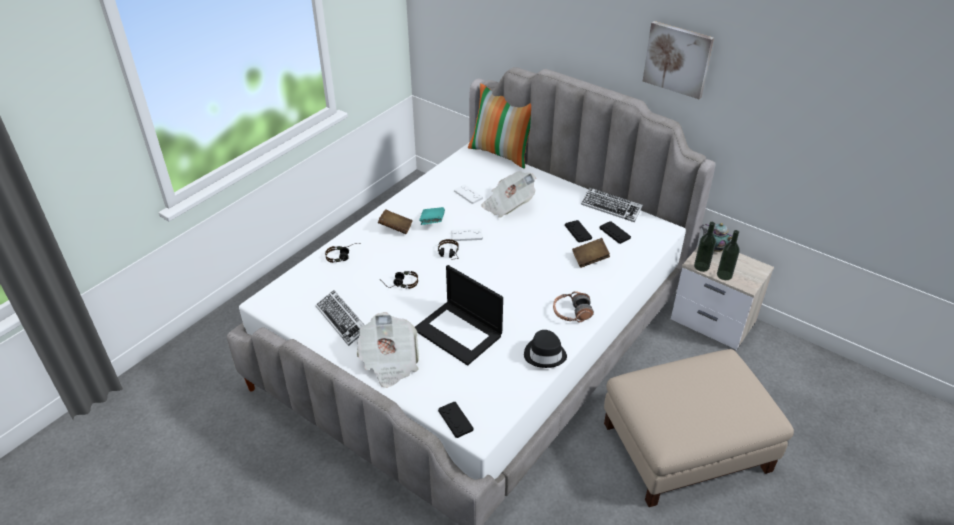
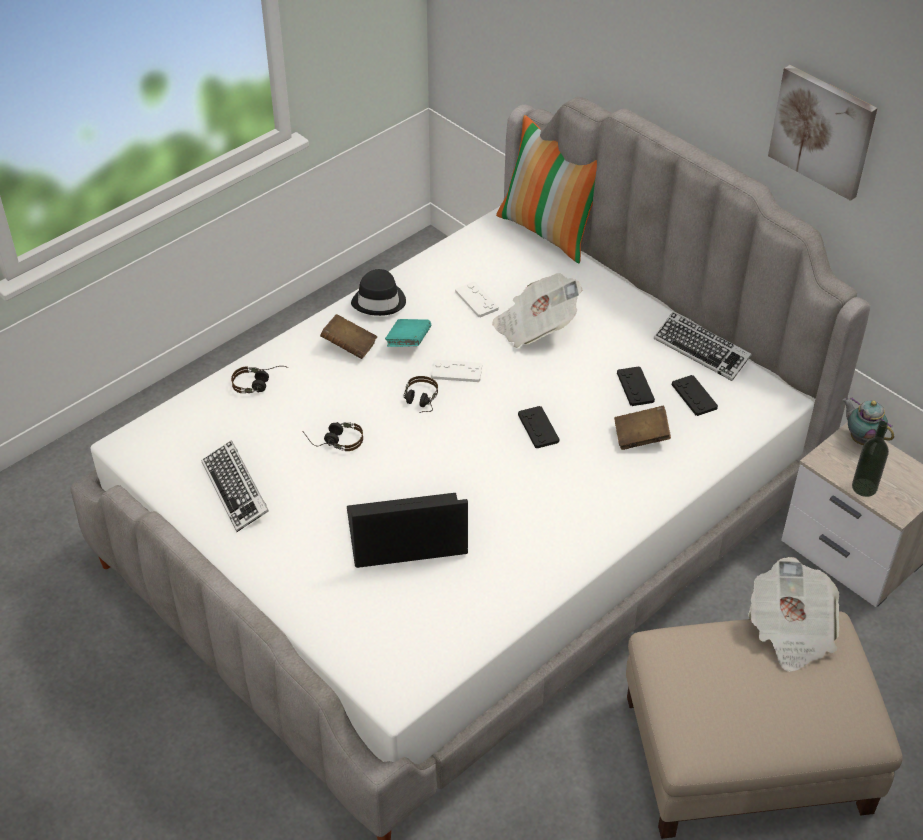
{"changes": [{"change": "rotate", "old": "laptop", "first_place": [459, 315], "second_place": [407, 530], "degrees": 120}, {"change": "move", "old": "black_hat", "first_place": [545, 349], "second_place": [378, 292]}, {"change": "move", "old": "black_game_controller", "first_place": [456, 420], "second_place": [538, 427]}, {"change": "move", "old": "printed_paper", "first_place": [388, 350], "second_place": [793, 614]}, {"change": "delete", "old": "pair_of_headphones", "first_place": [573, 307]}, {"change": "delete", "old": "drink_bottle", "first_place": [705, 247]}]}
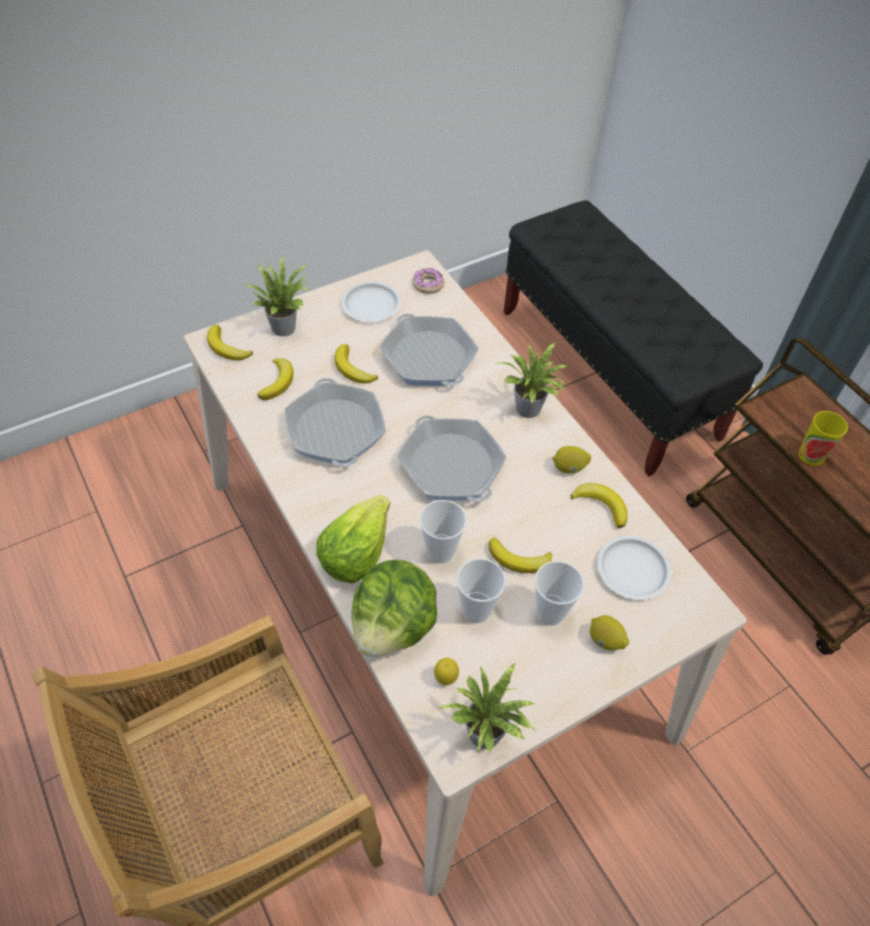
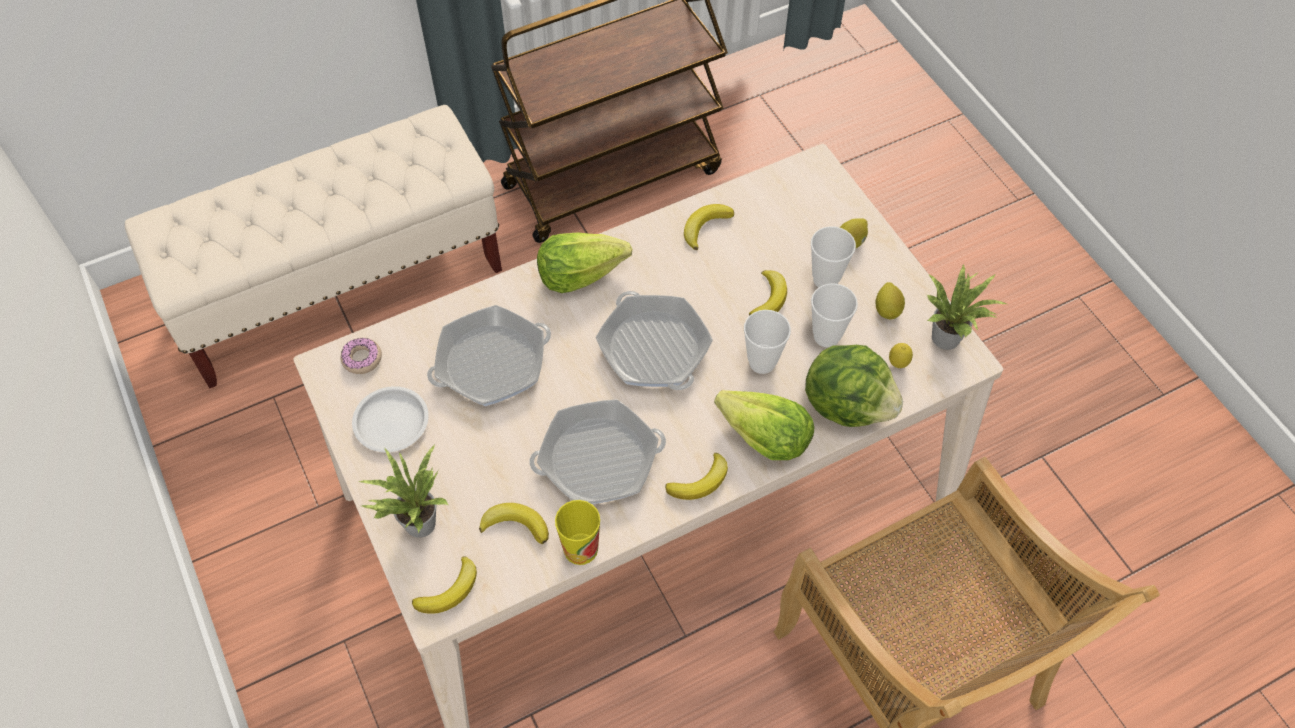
{"changes": [{"change": "recolor", "old": "black_indoor_bench", "new": "beige-coloured_indoor_bench", "first_place": [633, 338], "second_place": [313, 246]}, {"change": "replace", "old": "plant_in_a_pot", "new": "lettuce", "first_place": [533, 379], "second_place": [584, 262]}, {"change": "move", "old": "small_cup", "first_place": [823, 438], "second_place": [577, 532]}, {"change": "rotate", "old": "pan", "first_place": [451, 458], "second_place": [654, 340], "degrees": 90}, {"change": "move", "old": "banana_fruit", "first_place": [356, 364], "second_place": [696, 476]}, {"change": "move", "old": "whole_lemon", "first_place": [571, 460], "second_place": [890, 300]}, {"change": "delete", "old": "whitish_plate", "first_place": [634, 568]}]}
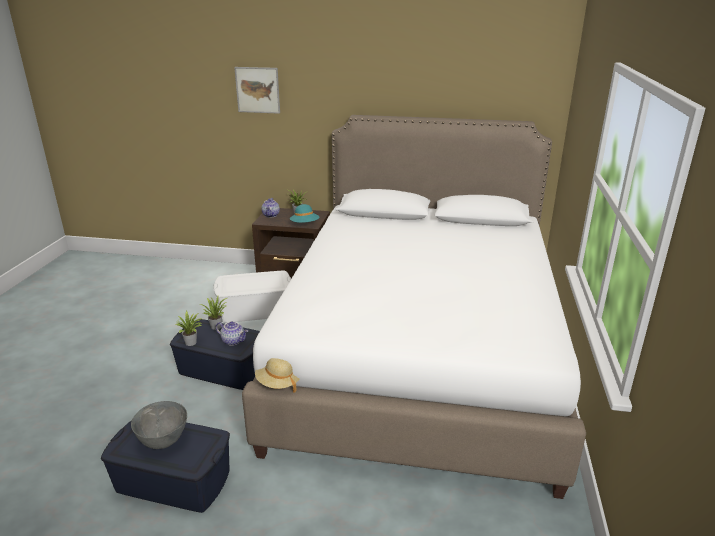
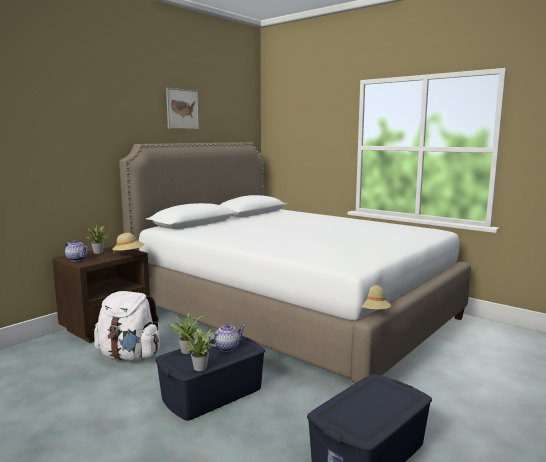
{"changes": [{"change": "replace", "old": "whitish_storage_bin", "new": "whitish_backpack", "first_place": [252, 296], "second_place": [127, 326]}, {"change": "recolor", "old": "turquoise_hat", "new": "beige-coloured_hat", "first_place": [305, 213], "second_place": [128, 243]}, {"change": "move", "old": "picture", "first_place": [257, 90], "second_place": [182, 108]}, {"change": "delete", "old": "gray_bowl", "first_place": [159, 425]}]}
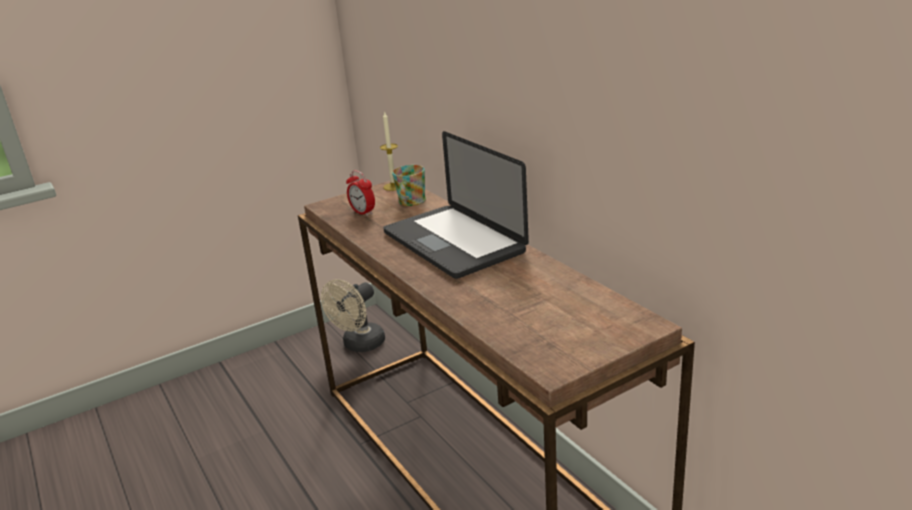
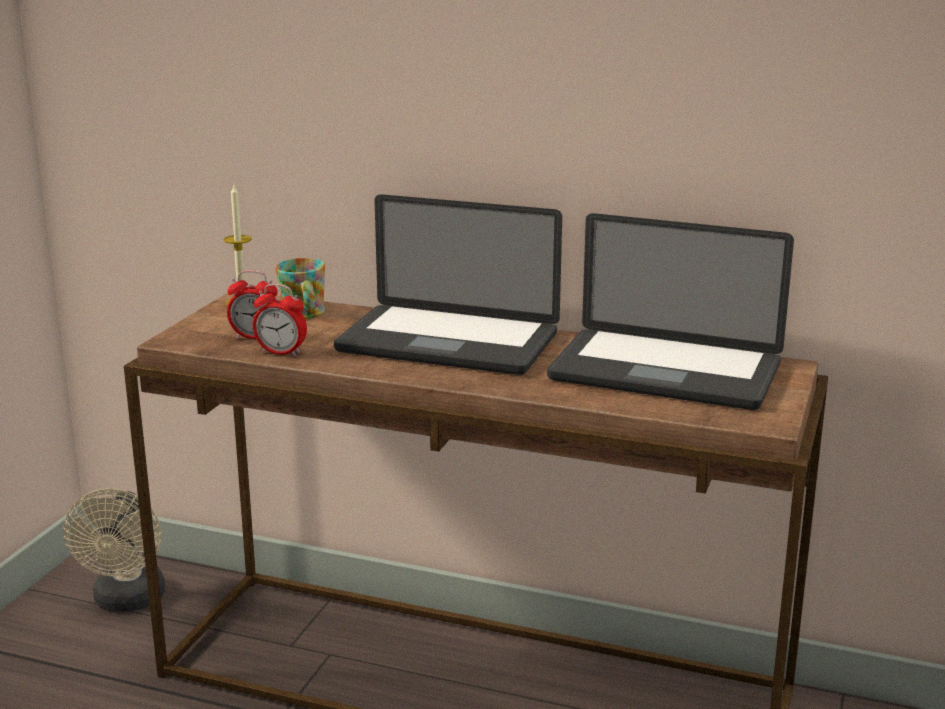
{"changes": [{"change": "insert", "new": "table_clock", "second_place": [280, 320]}, {"change": "insert", "new": "laptop", "second_place": [670, 311]}]}
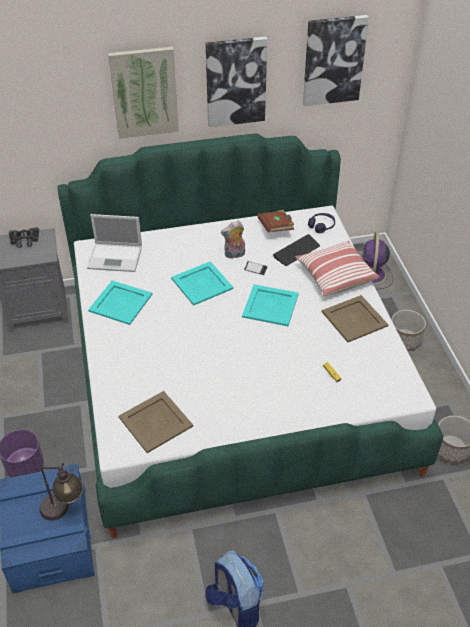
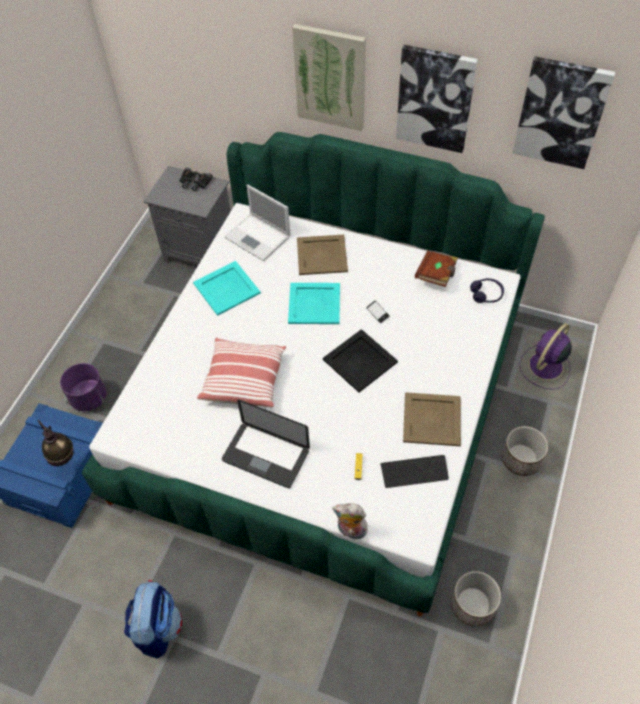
{"changes": [{"change": "move", "old": "throw_pillow", "first_place": [338, 268], "second_place": [241, 372]}, {"change": "insert", "new": "laptop", "second_place": [266, 443]}, {"change": "move", "old": "beige-coloured_tray", "first_place": [156, 422], "second_place": [322, 254]}, {"change": "recolor", "old": "turquoise_tray", "new": "black_tray", "first_place": [270, 305], "second_place": [360, 360]}, {"change": "move", "old": "plush_toy", "first_place": [233, 239], "second_place": [350, 521]}, {"change": "move", "old": "computer_keyboard", "first_place": [296, 250], "second_place": [415, 471]}]}
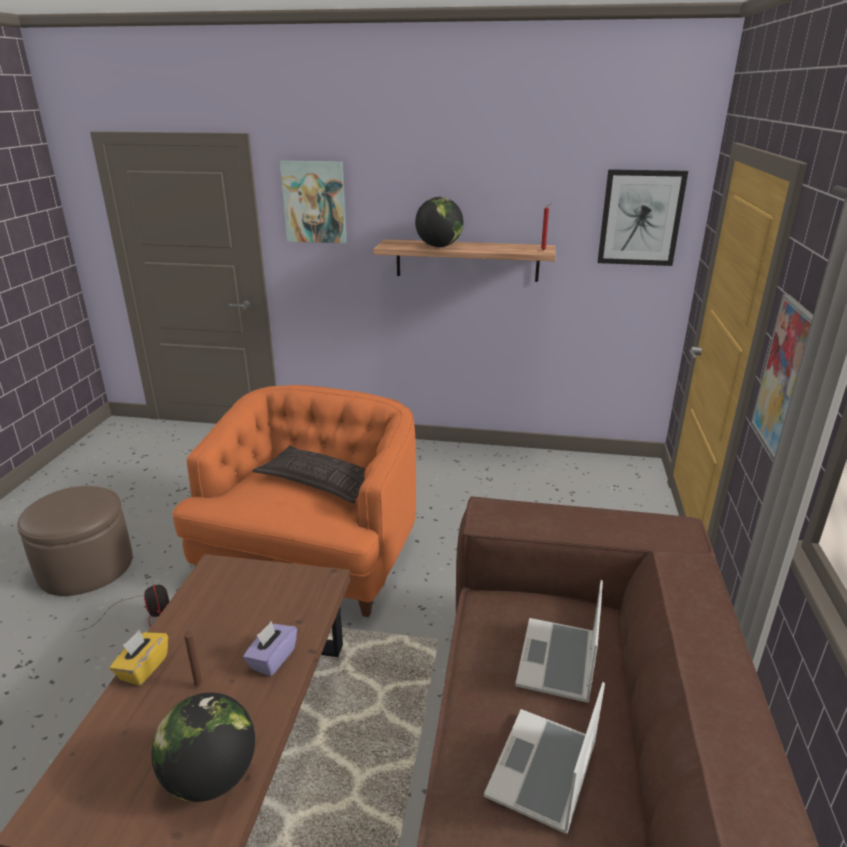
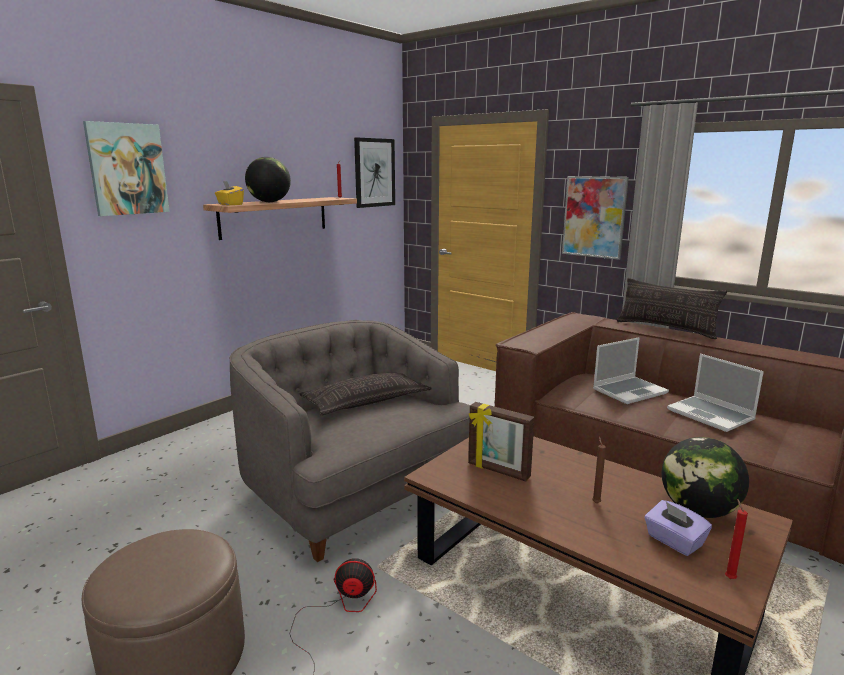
{"changes": [{"change": "move", "old": "yellowish_tissue_holder", "first_place": [139, 657], "second_place": [229, 193]}, {"change": "recolor", "old": "orange_easy_chair", "new": "gray_easy_chair", "first_place": [294, 501], "second_place": [350, 441]}, {"change": "insert", "new": "standing_frame", "second_place": [501, 442]}, {"change": "rotate", "old": "laptop", "first_place": [559, 641], "second_place": [631, 370], "degrees": -75}, {"change": "insert", "new": "throw_pillow", "second_place": [672, 308]}, {"change": "move", "old": "purplish_tissue_holder", "first_place": [270, 648], "second_place": [678, 528]}, {"change": "insert", "new": "red-coloured_wax_candle", "second_place": [736, 539]}]}
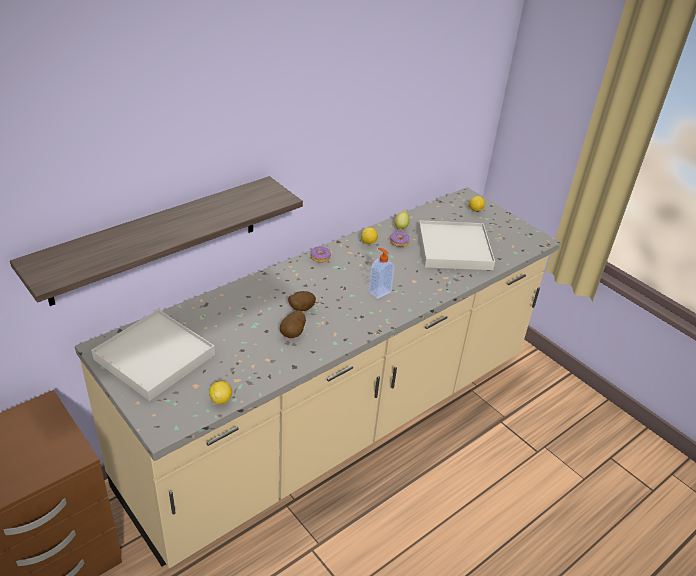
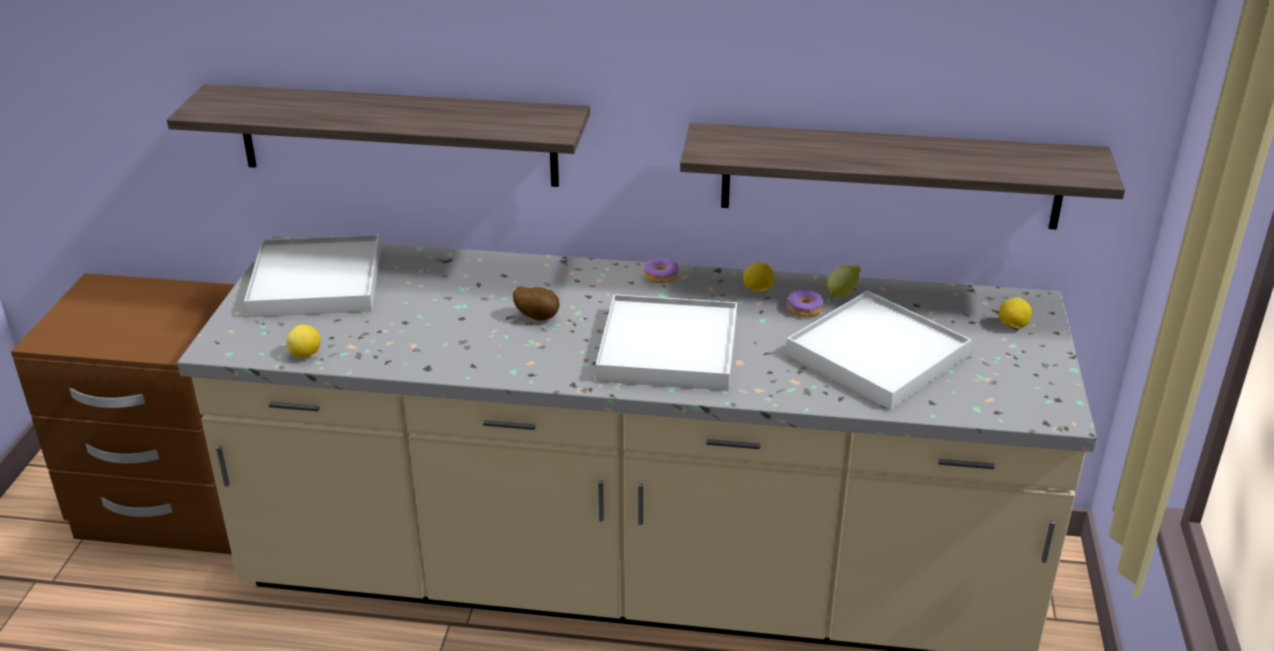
{"changes": [{"change": "replace", "old": "soap_bottle", "new": "whitish_tray", "first_place": [381, 273], "second_place": [666, 342]}, {"change": "insert", "new": "wall_shelf", "second_place": [902, 176]}, {"change": "delete", "old": "whole_potato", "first_place": [293, 324]}]}
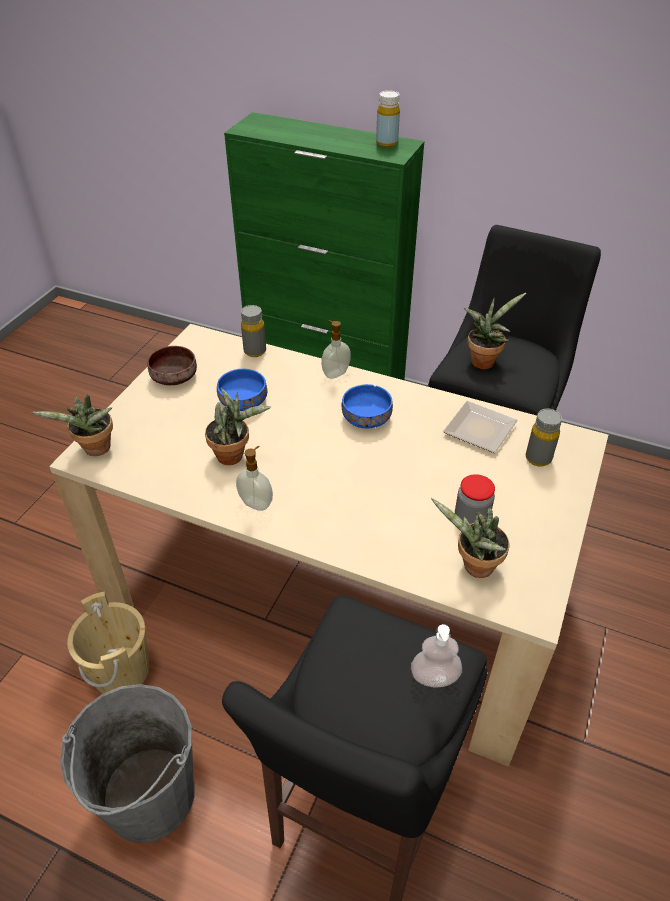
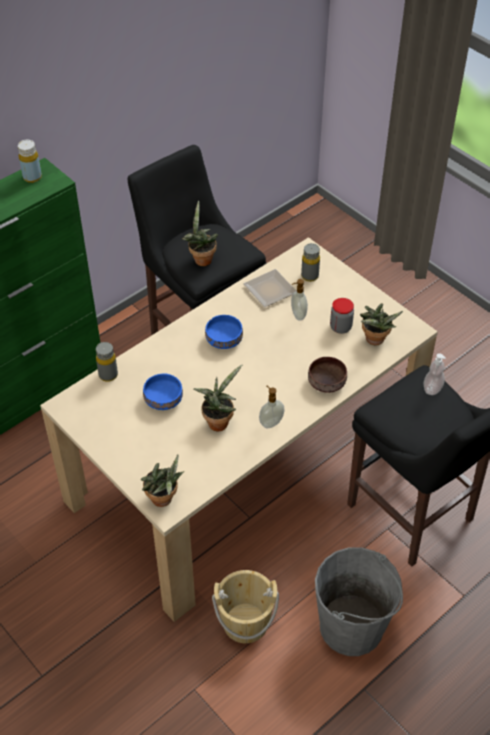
{"changes": [{"change": "move", "old": "soap_bottle", "first_place": [336, 349], "second_place": [299, 299]}, {"change": "move", "old": "brownish_bowl", "first_place": [172, 365], "second_place": [327, 375]}]}
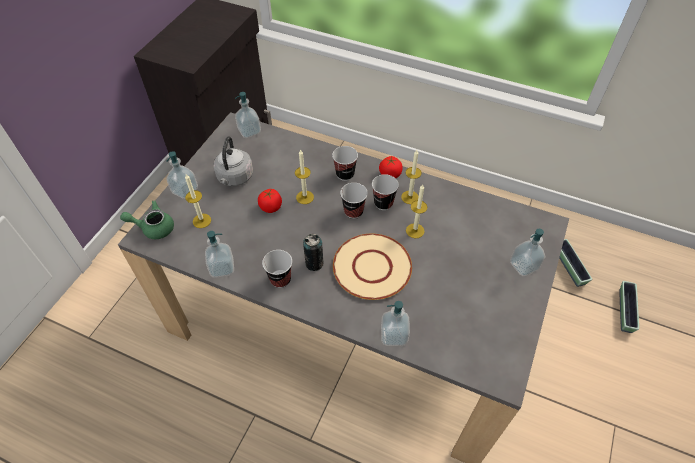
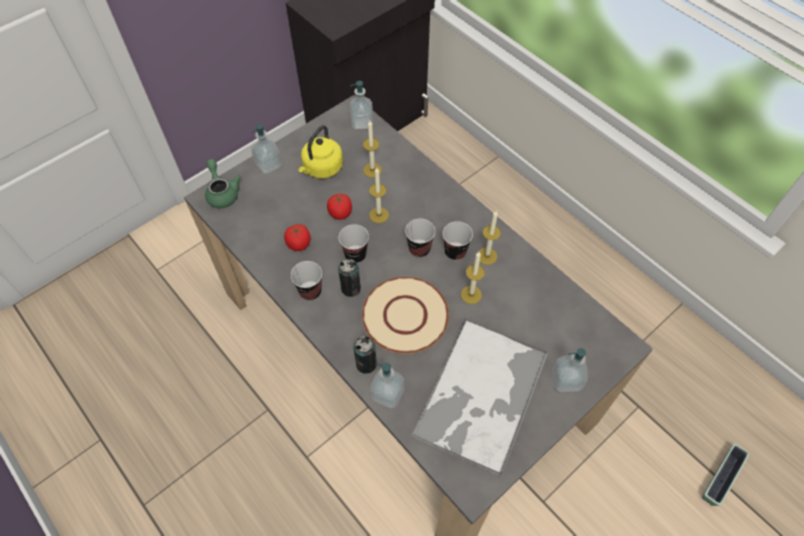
{"changes": [{"change": "rotate", "old": "green_teapot", "first_place": [147, 219], "second_place": [223, 183], "degrees": 45}, {"change": "move", "old": "tomato", "first_place": [391, 167], "second_place": [297, 237]}, {"change": "recolor", "old": "gray_kettle", "new": "yellowish_kettle", "first_place": [233, 161], "second_place": [320, 152]}, {"change": "move", "old": "small_cup", "first_place": [345, 163], "second_place": [353, 243]}, {"change": "insert", "new": "metal_can", "second_place": [365, 355]}, {"change": "move", "old": "wax_candle", "first_place": [198, 201], "second_place": [372, 149]}, {"change": "insert", "new": "tray", "second_place": [480, 398]}, {"change": "delete", "old": "soap_bottle", "first_place": [219, 254]}, {"change": "delete", "old": "flower_pot", "first_place": [575, 263]}]}
